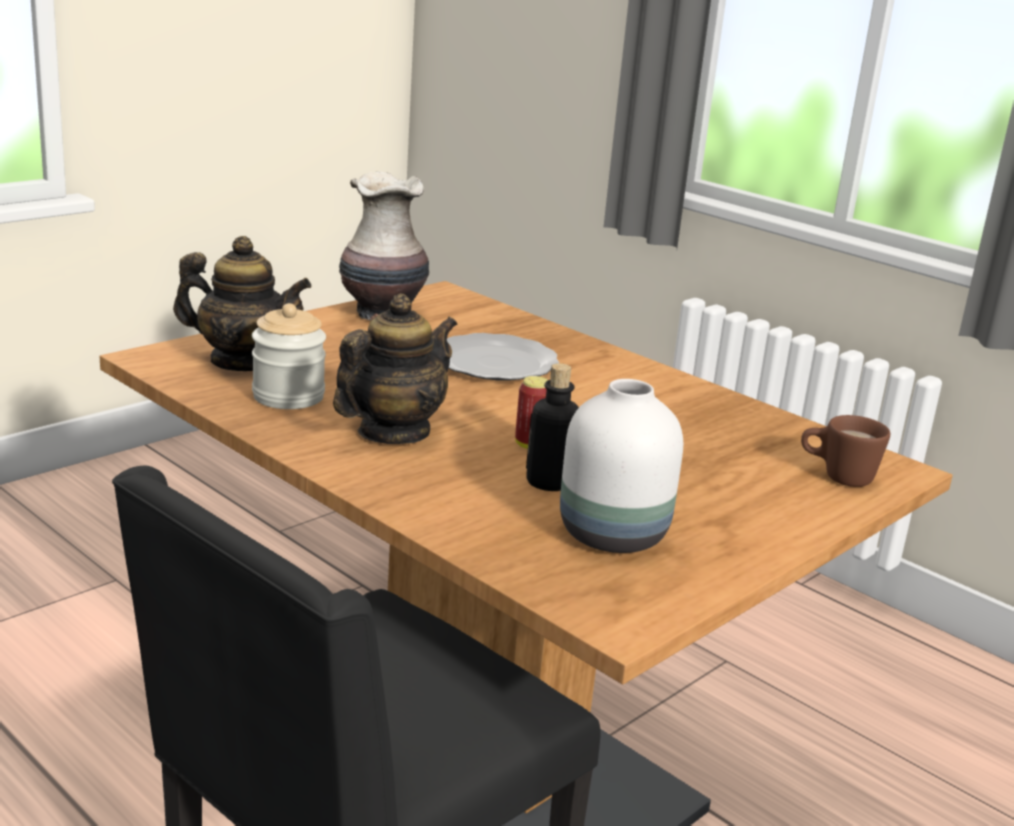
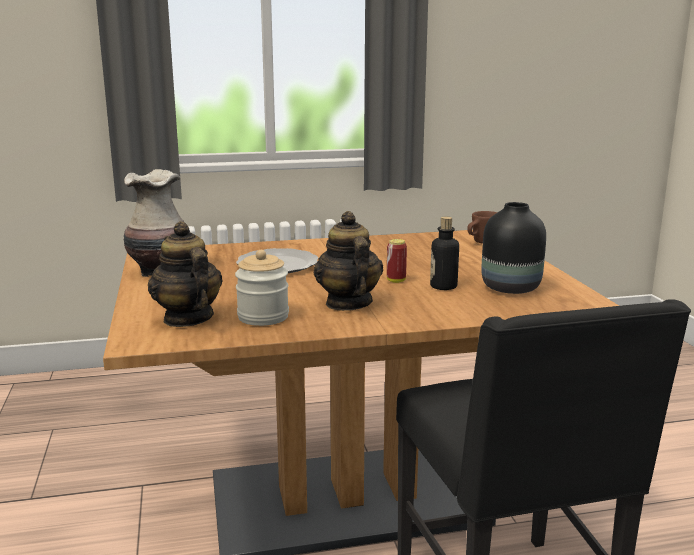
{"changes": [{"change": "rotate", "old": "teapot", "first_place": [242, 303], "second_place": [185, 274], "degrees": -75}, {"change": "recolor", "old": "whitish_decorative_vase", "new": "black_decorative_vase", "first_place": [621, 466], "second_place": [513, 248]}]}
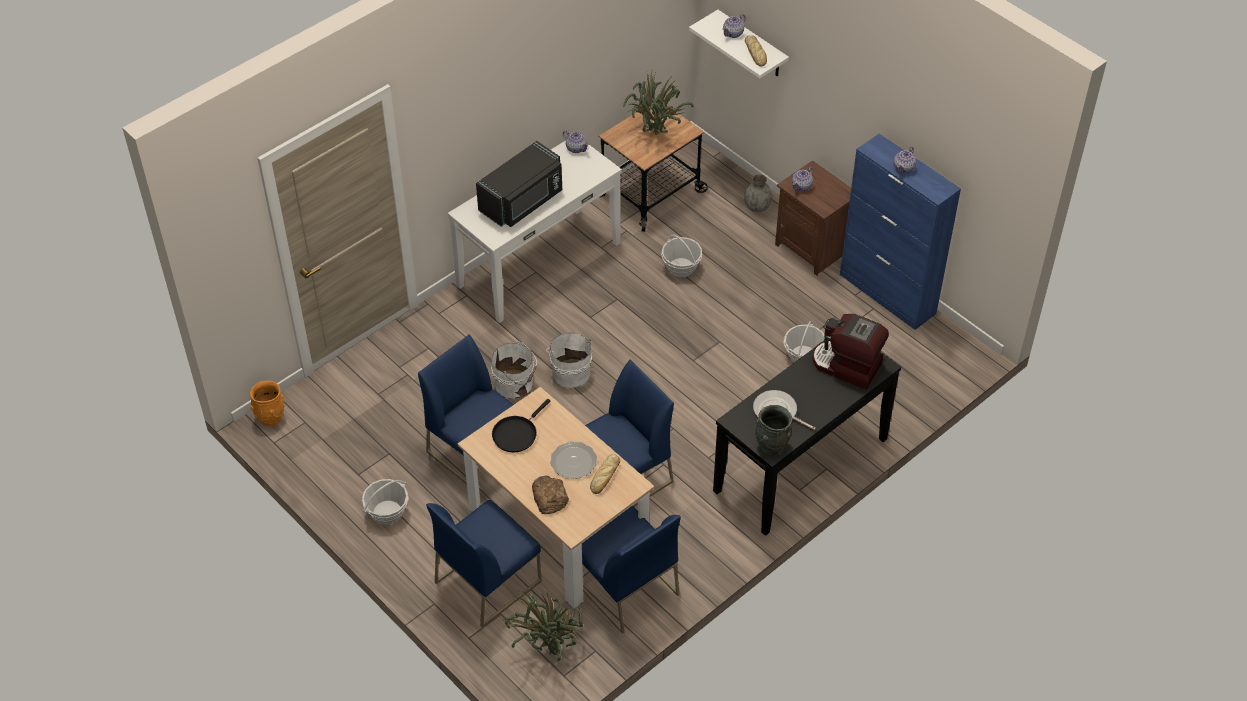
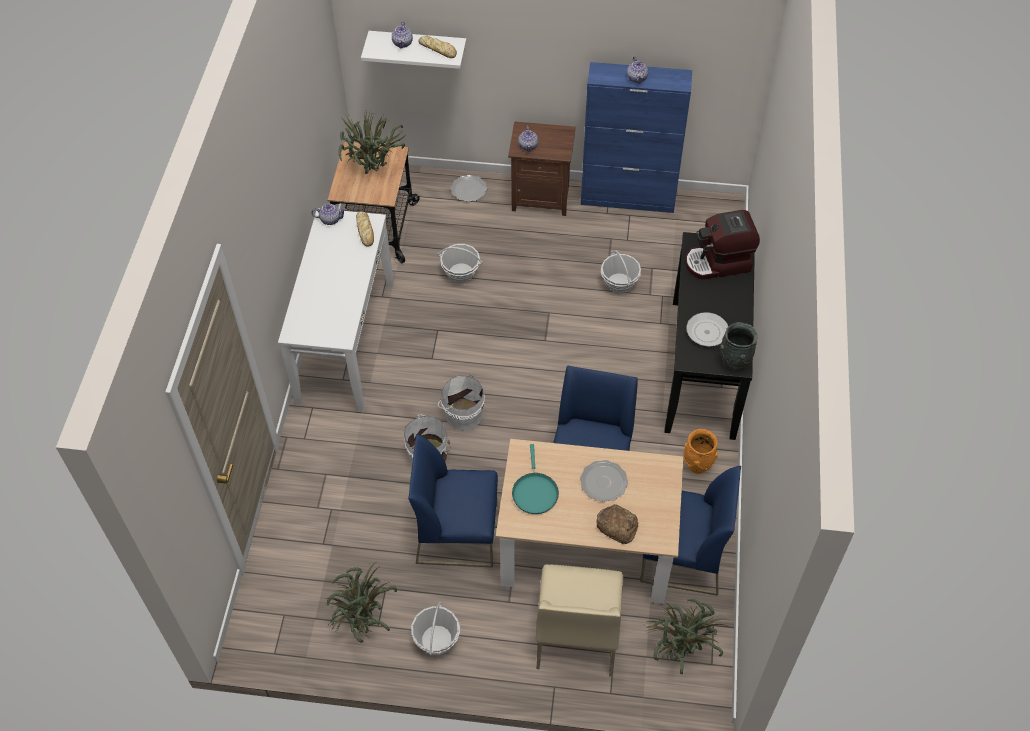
{"changes": [{"change": "insert", "new": "plant_in_a_pot", "second_place": [361, 602]}, {"change": "move", "old": "bakery_bread", "first_place": [605, 474], "second_place": [365, 229]}, {"change": "replace", "old": "gray_decorative_vase", "new": "plate", "first_place": [758, 193], "second_place": [468, 188]}, {"change": "recolor", "old": "black_pan", "new": "turquoise_pan", "first_place": [521, 425], "second_place": [535, 479]}, {"change": "recolor", "old": "blue-coloured_chair", "new": "beige-coloured_chair", "first_place": [484, 564], "second_place": [579, 620]}, {"change": "move", "old": "orange_decorative_vase", "first_place": [267, 404], "second_place": [701, 451]}, {"change": "delete", "old": "black_microwave_oven", "first_place": [519, 184]}]}
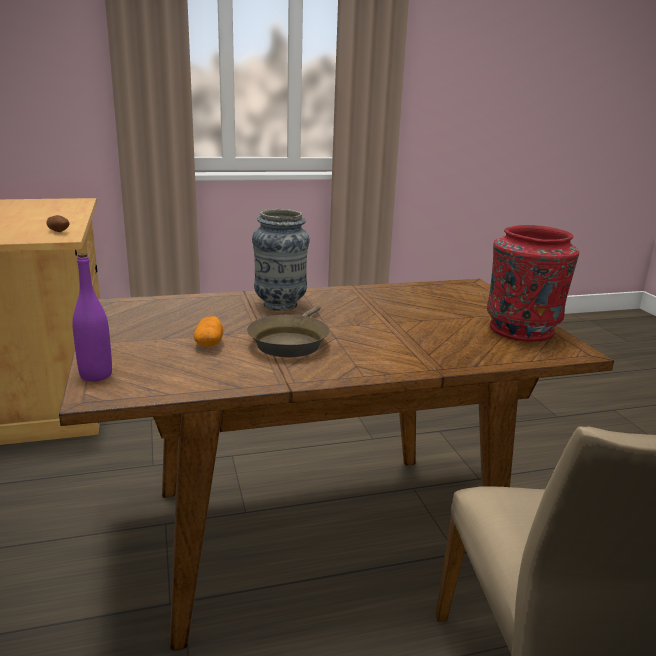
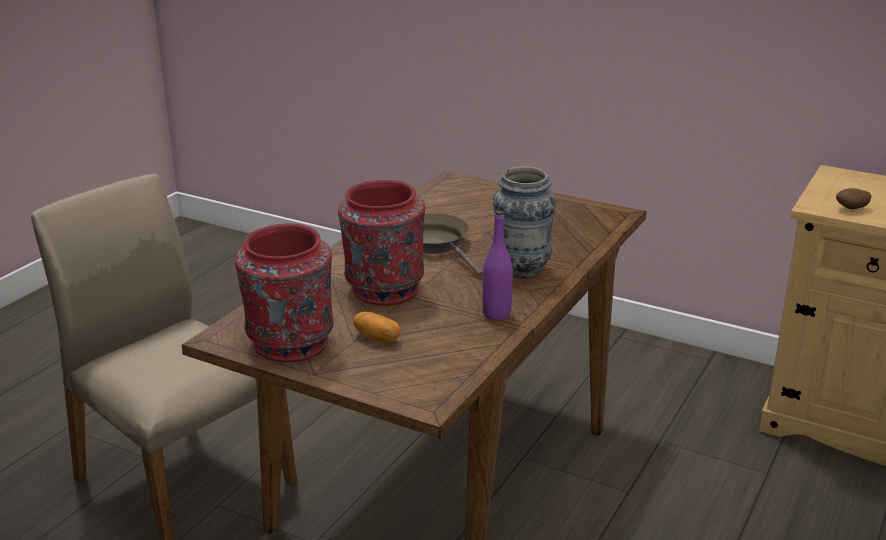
{"changes": [{"change": "insert", "new": "red-coloured_decorative_vase", "second_place": [381, 243]}, {"change": "move", "old": "whole_potato", "first_place": [208, 331], "second_place": [377, 327]}, {"change": "move", "old": "purplish_drink_bottle", "first_place": [92, 317], "second_place": [497, 266]}]}
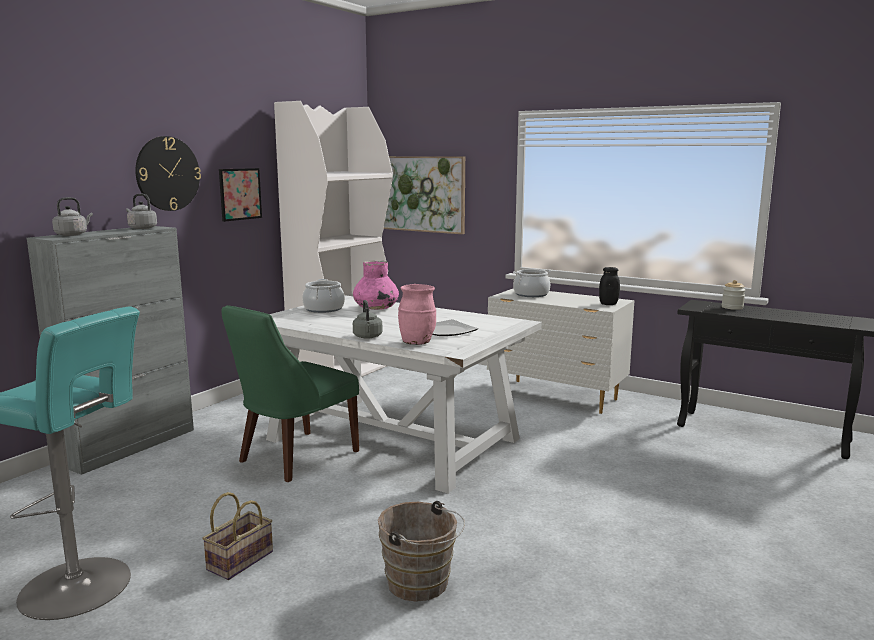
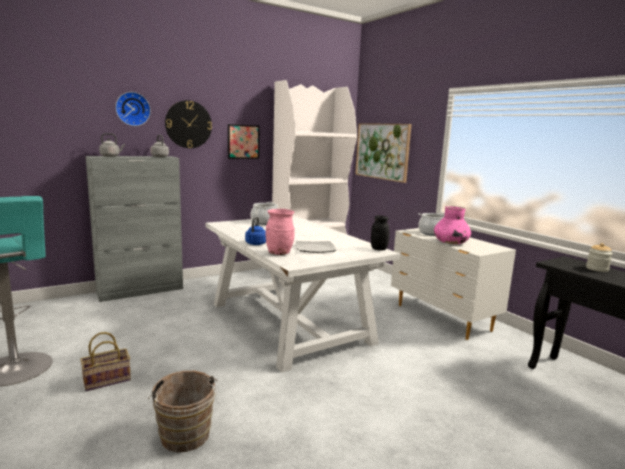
{"changes": [{"change": "insert", "new": "wall_clock", "second_place": [133, 109]}, {"change": "recolor", "old": "gray_kettle", "new": "blue-coloured_kettle", "first_place": [367, 319], "second_place": [255, 231]}, {"change": "move", "old": "black_preserve_jar", "first_place": [609, 286], "second_place": [380, 233]}, {"change": "move", "old": "pink-coloured_decorative_vase", "first_place": [376, 285], "second_place": [452, 225]}, {"change": "delete", "old": "green_chair", "first_place": [290, 393]}]}
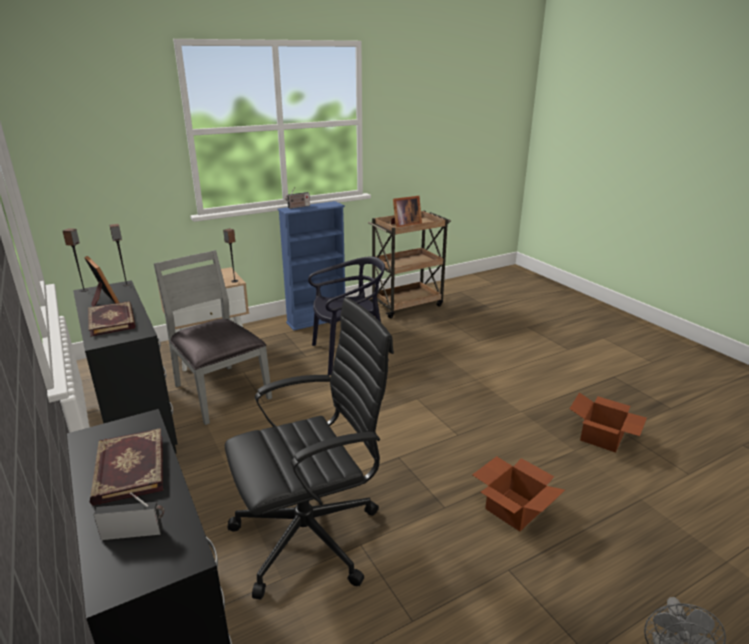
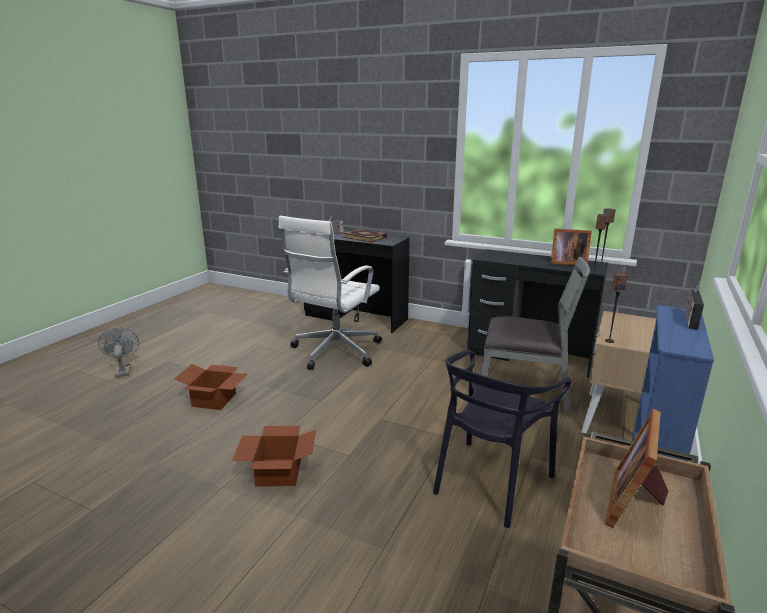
{"changes": [{"change": "move", "old": "packing_box", "first_place": [608, 422], "second_place": [274, 456]}, {"change": "recolor", "old": "black_office_chair", "new": "whitish_office_chair", "first_place": [309, 448], "second_place": [330, 293]}, {"change": "delete", "old": "bound_book", "first_place": [112, 319]}]}
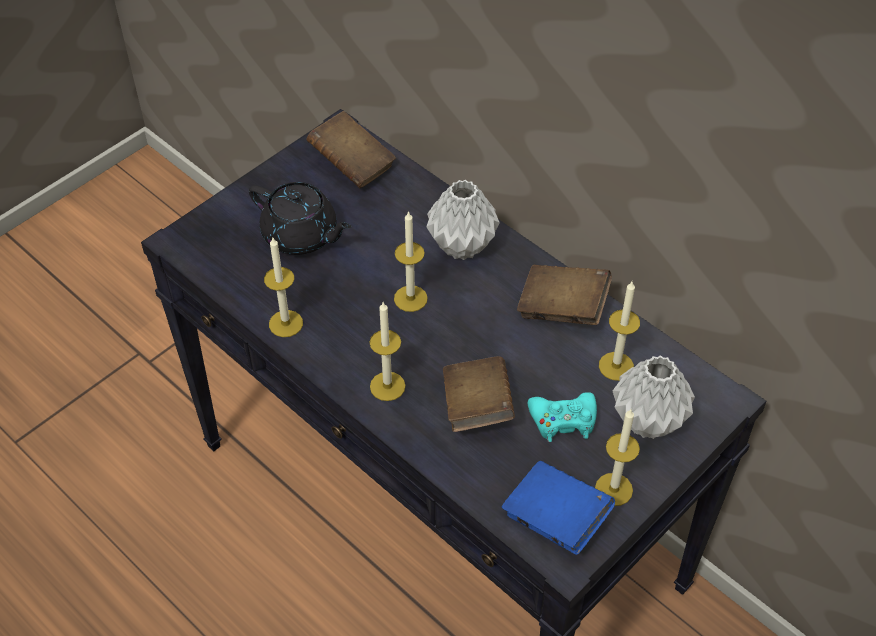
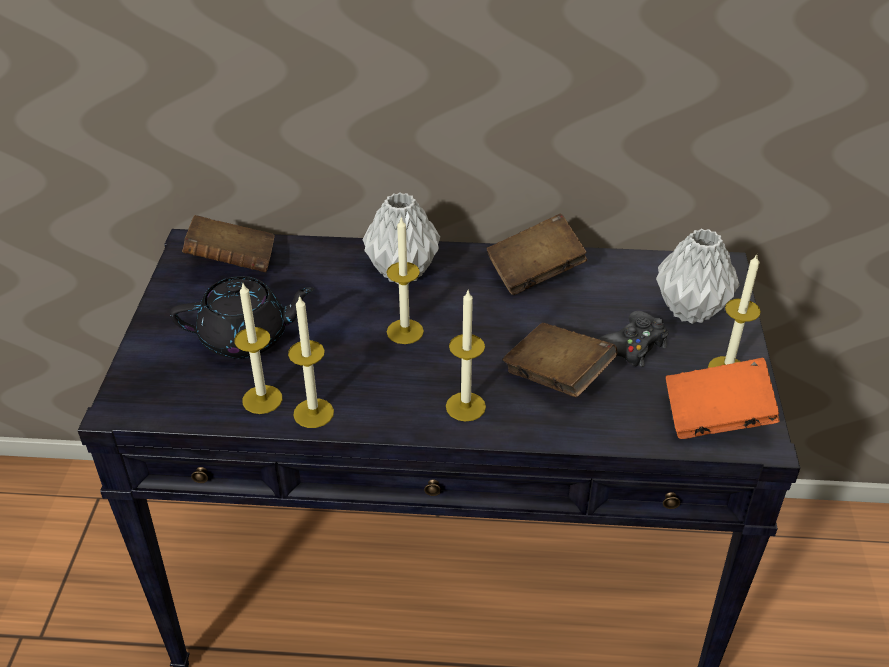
{"changes": [{"change": "move", "old": "wax_candle", "first_place": [619, 331], "second_place": [258, 349]}, {"change": "recolor", "old": "turquoise_game_controller", "new": "black_game_controller", "first_place": [562, 417], "second_place": [633, 339]}, {"change": "recolor", "old": "blue-coloured_bound_book", "new": "orange_bound_book", "first_place": [558, 508], "second_place": [723, 398]}]}
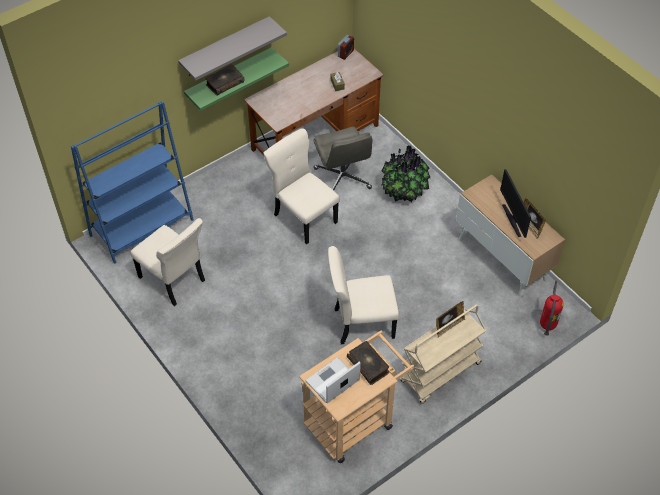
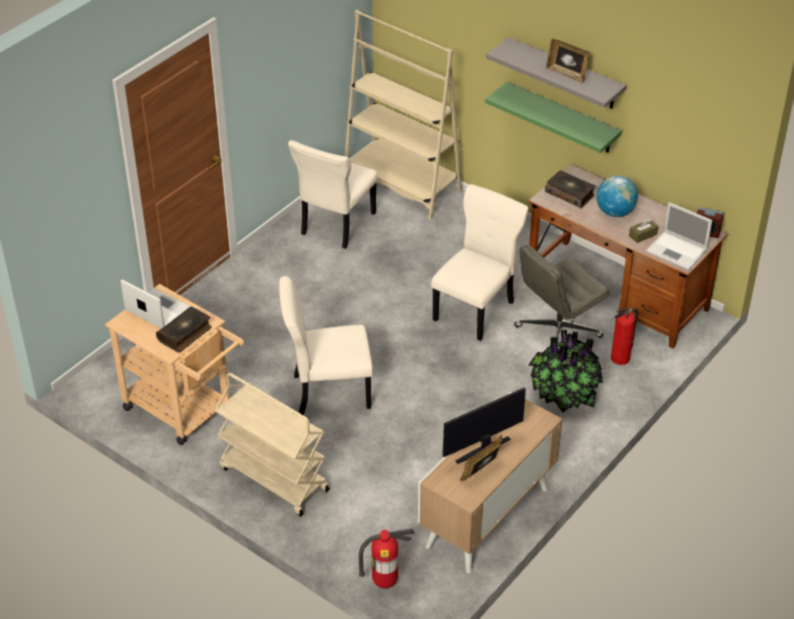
{"changes": [{"change": "rotate", "old": "beige-coloured_chair", "first_place": [363, 295], "second_place": [326, 345], "degrees": -75}, {"change": "recolor", "old": "blue-coloured_bookshelf", "new": "beige-coloured_bookshelf", "first_place": [132, 182], "second_place": [403, 114]}, {"change": "move", "old": "bound_book", "first_place": [224, 80], "second_place": [570, 189]}, {"change": "move", "old": "standing_frame", "first_place": [450, 319], "second_place": [567, 61]}, {"change": "insert", "new": "world_globe", "second_place": [617, 196]}, {"change": "insert", "new": "fire-fighting_cylinder", "second_place": [625, 336]}, {"change": "insert", "new": "laptop", "second_place": [679, 236]}]}
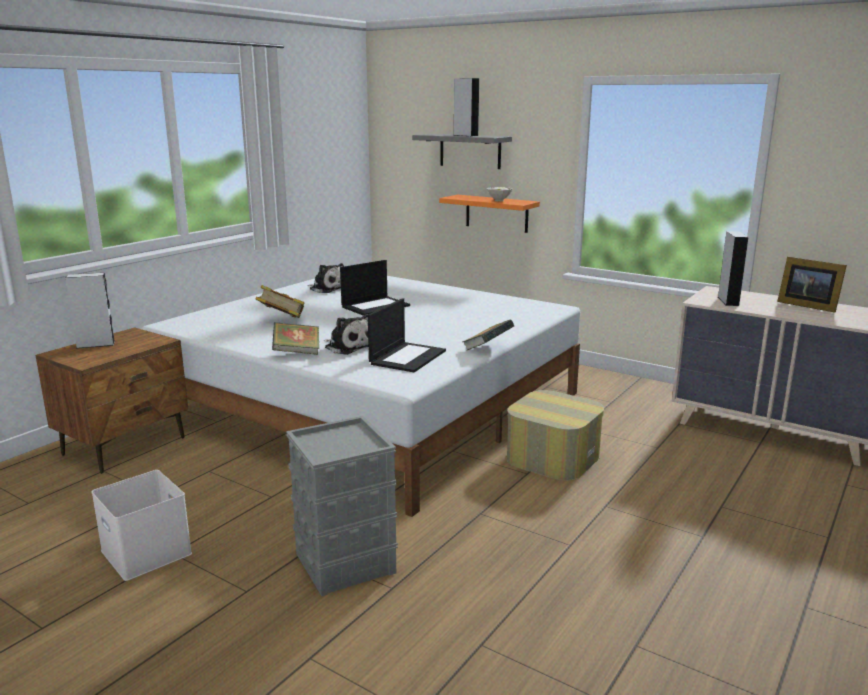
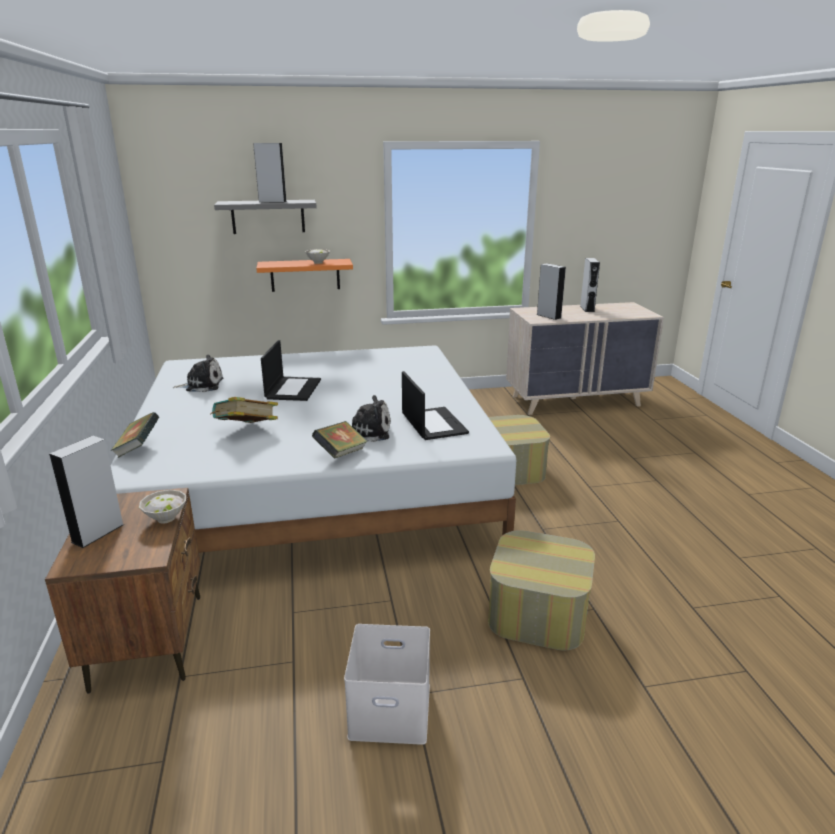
{"changes": [{"change": "move", "old": "bound_book", "first_place": [488, 334], "second_place": [135, 435]}, {"change": "insert", "new": "whitish_bowl", "second_place": [162, 507]}, {"change": "replace", "old": "gray_storage_bin", "new": "footrest", "first_place": [342, 506], "second_place": [541, 590]}, {"change": "replace", "old": "standing_frame", "new": "gray_speaker", "first_place": [812, 285], "second_place": [590, 285]}]}
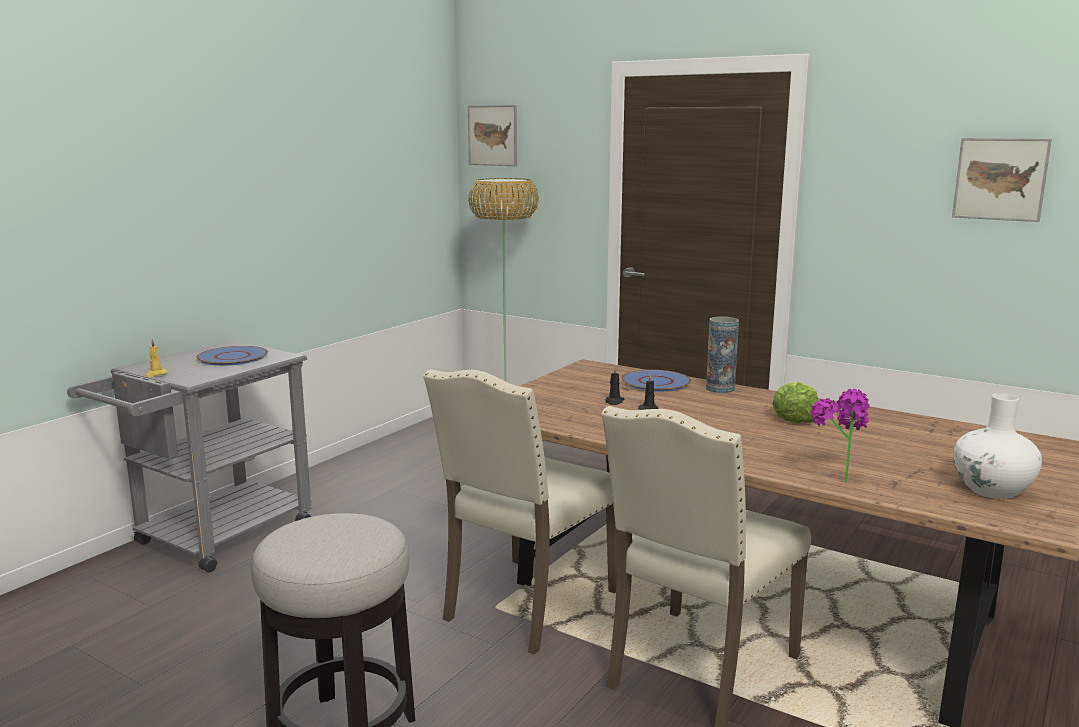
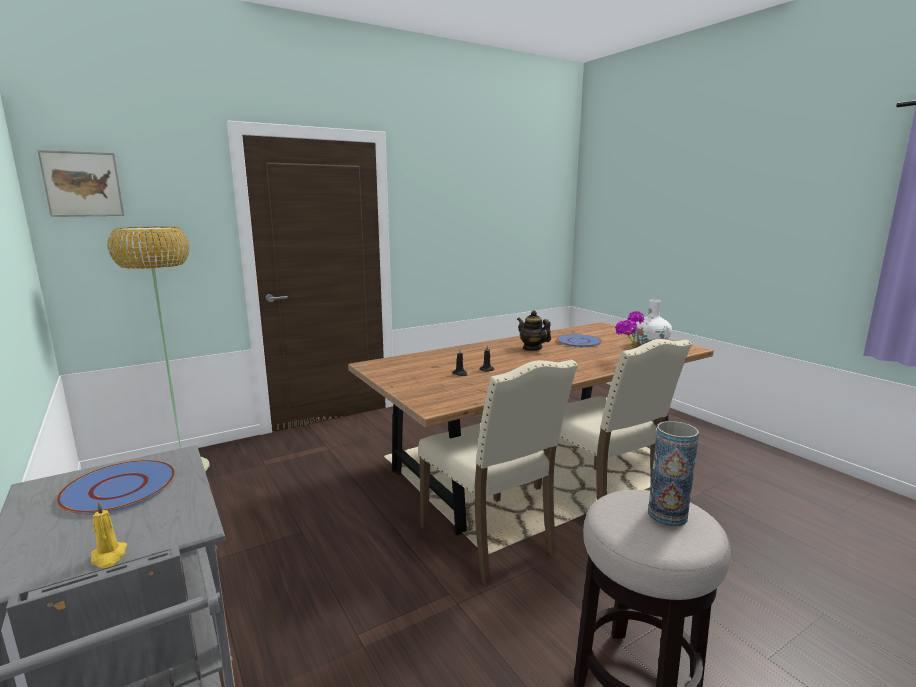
{"changes": [{"change": "replace", "old": "lettuce", "new": "teapot", "first_place": [795, 402], "second_place": [534, 330]}, {"change": "move", "old": "blue-coloured_plate", "first_place": [656, 381], "second_place": [579, 340]}, {"change": "move", "old": "decorative_vase", "first_place": [722, 355], "second_place": [673, 473]}, {"change": "delete", "old": "picture", "first_place": [1002, 180]}]}
